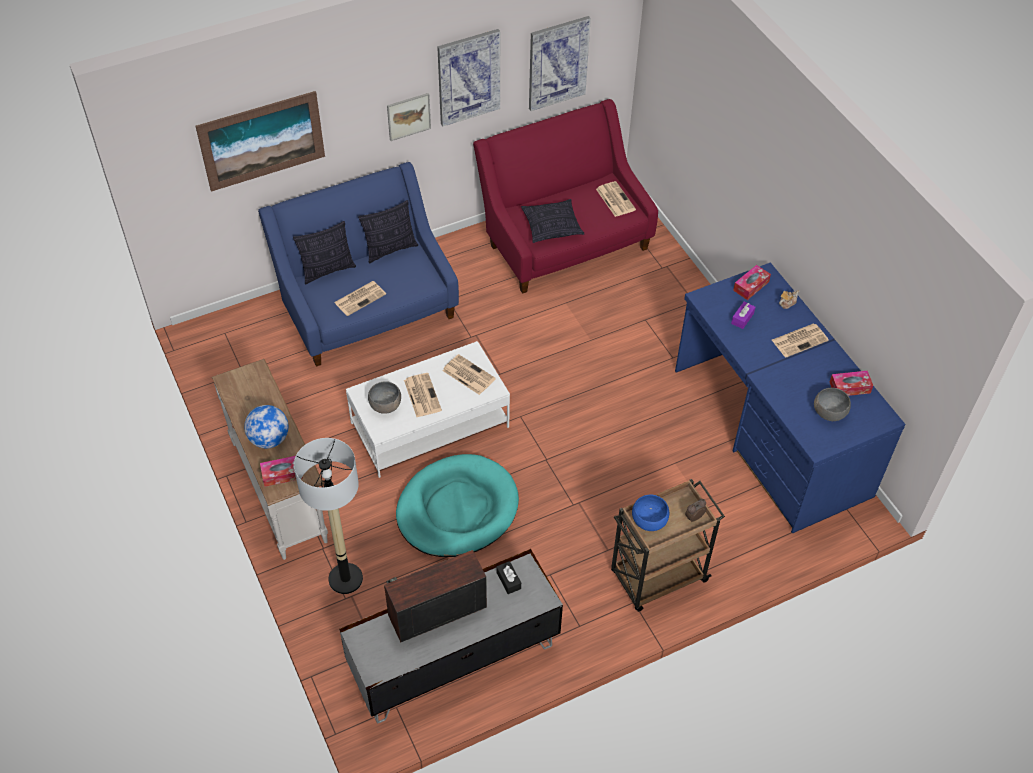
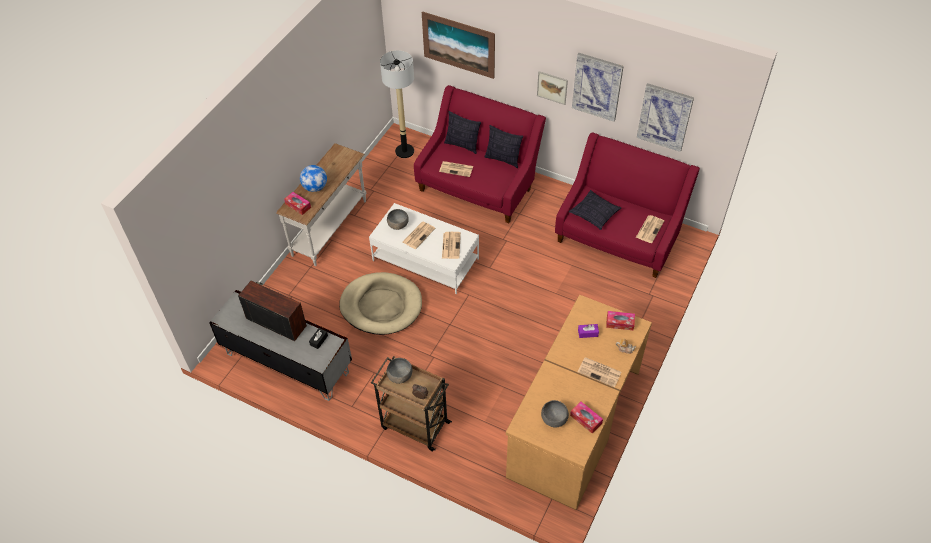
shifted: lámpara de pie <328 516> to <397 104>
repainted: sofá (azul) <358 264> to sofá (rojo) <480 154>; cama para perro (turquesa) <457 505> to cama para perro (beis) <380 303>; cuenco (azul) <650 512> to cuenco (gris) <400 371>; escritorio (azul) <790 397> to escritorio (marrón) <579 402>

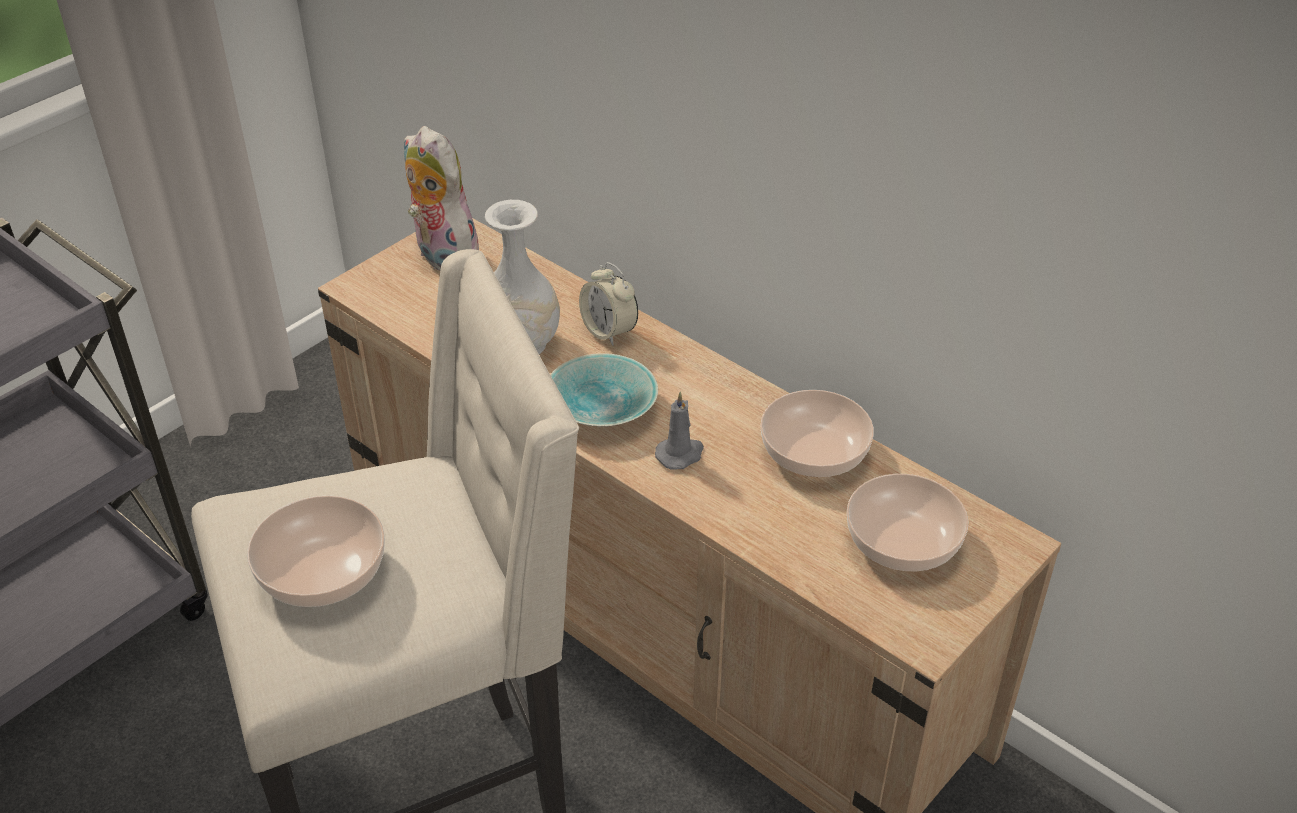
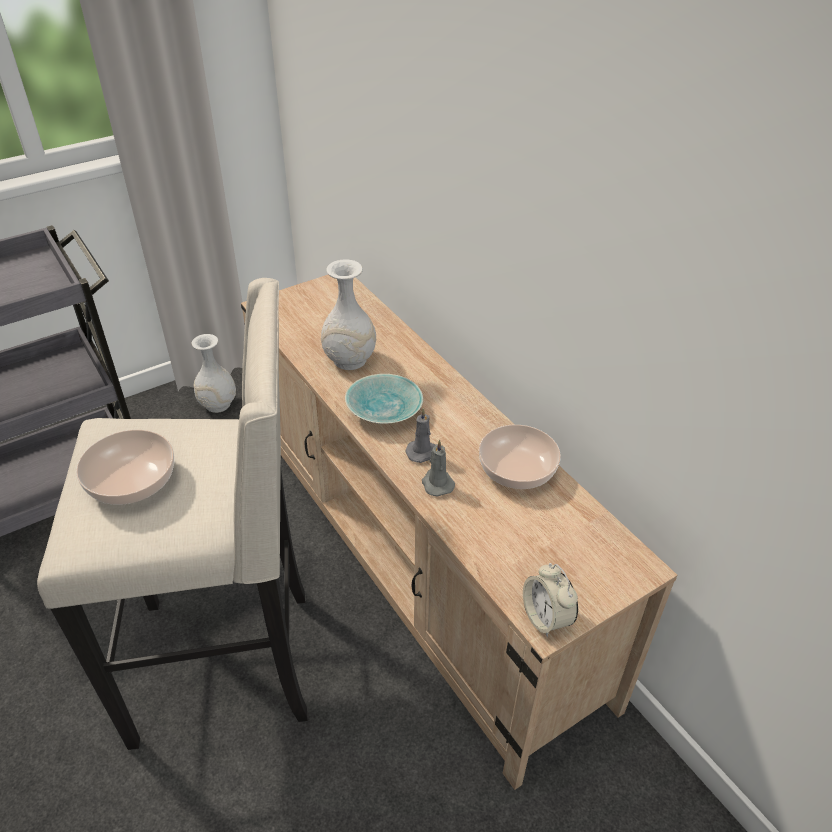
gone: peluche <441 198>; cuenco <908 522>
new: florero (blanco) <214 373>; vela (gris) <438 468>
shifted: despertador <608 304> to <550 600>

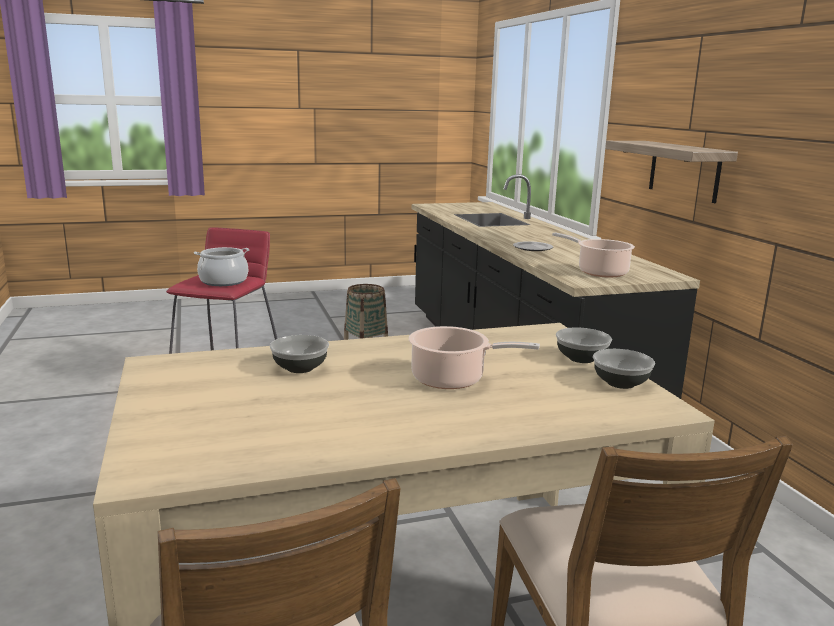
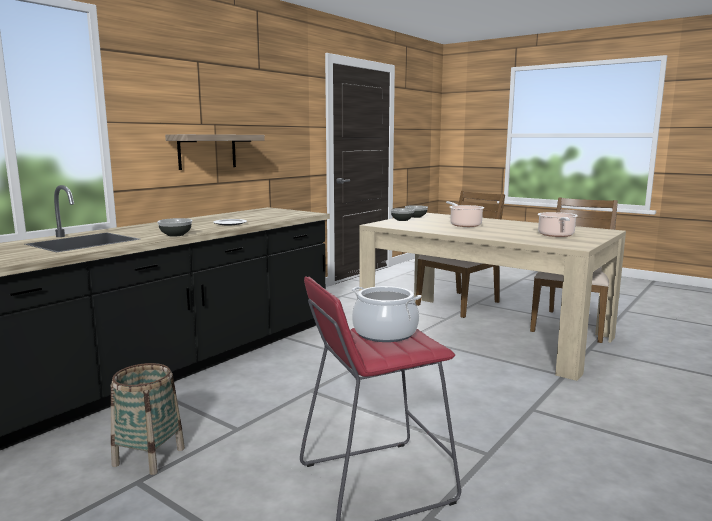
shifted: cuenco <299 354> to <174 227>; olla <593 255> to <558 224>

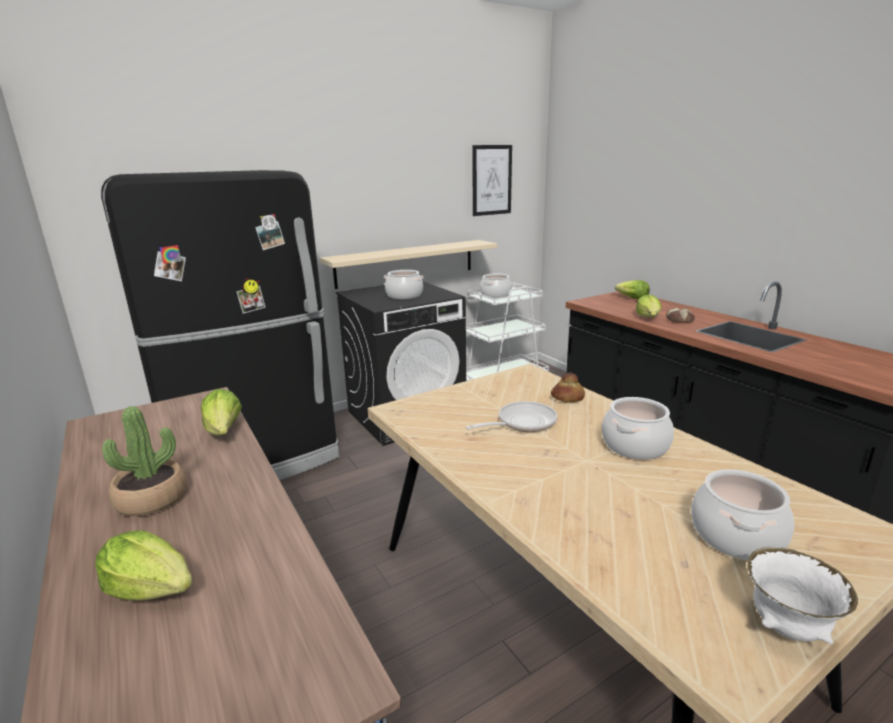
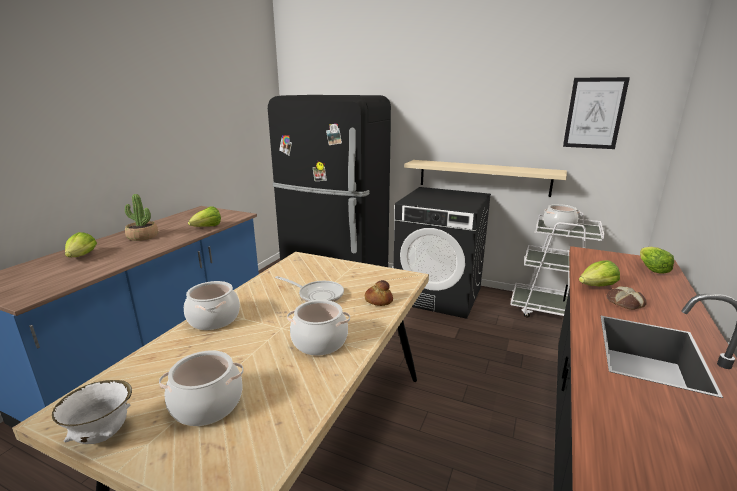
shifted: olla <404 284> to <212 305>

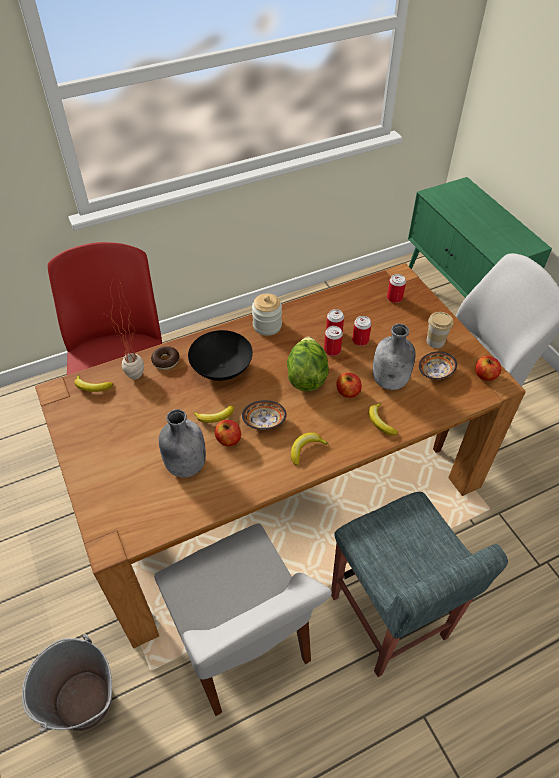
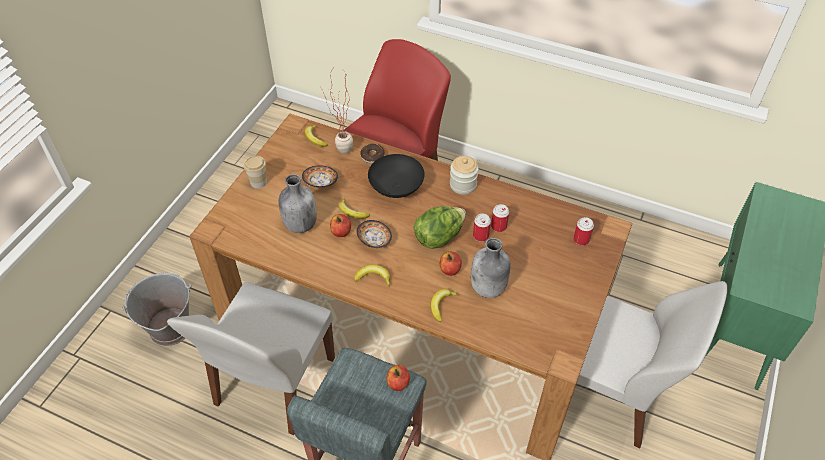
gone: lata <362 331>
shifted: cuenco <438 365> to <320 176>; taza <440 330> to <255 172>; manzana <488 368> to <398 378>

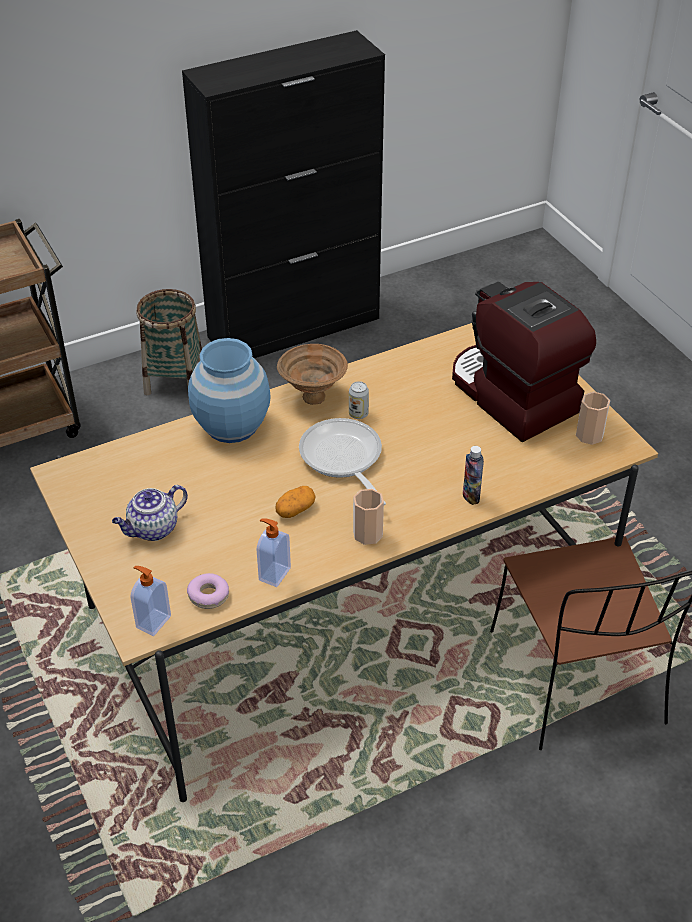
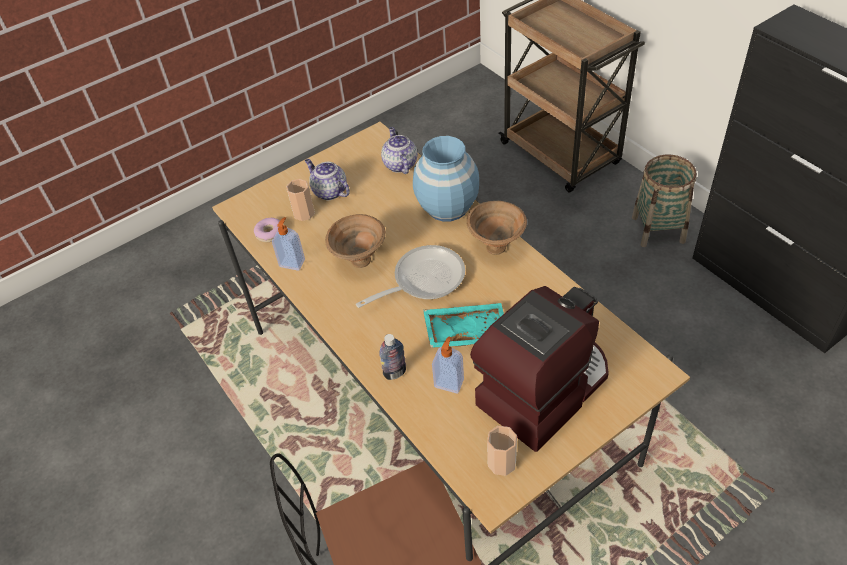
gone: lata <359 400>
new: tetera <399 150>; bandeja (turquesa) <463 325>
shifted: dispensador de jabón <151 601> to <448 365>; taza <368 517> to <300 200>
swapped: patata <296 502> to cuenco (marrón) <355 241>

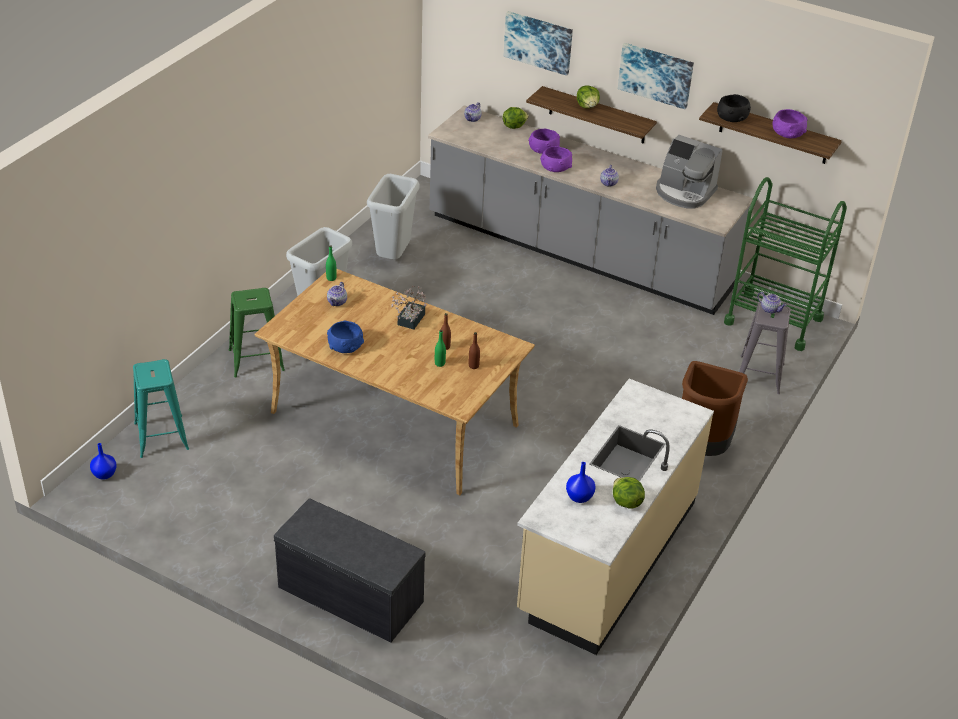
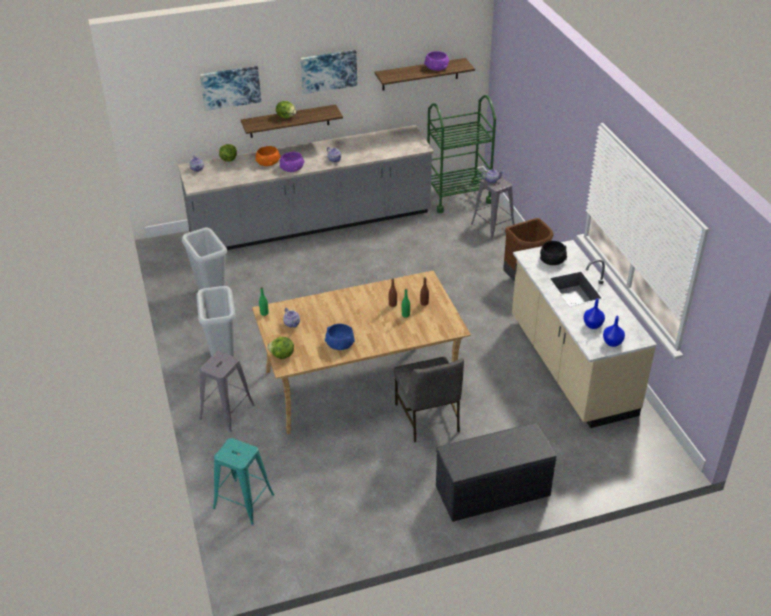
gone: planta en maceta <408 308>; cafetera <689 171>
new: silla (gris) <429 400>
shifted: florero (azul) <103 461> to <614 331>; lechuga <629 493> to <280 348>; cuenco (negro) <734 108> to <553 253>
repainted: taburete (verde) <257 332> to taburete (gris) <227 391>; cuenco (morado) <544 141> to cuenco (naranja) <268 156>

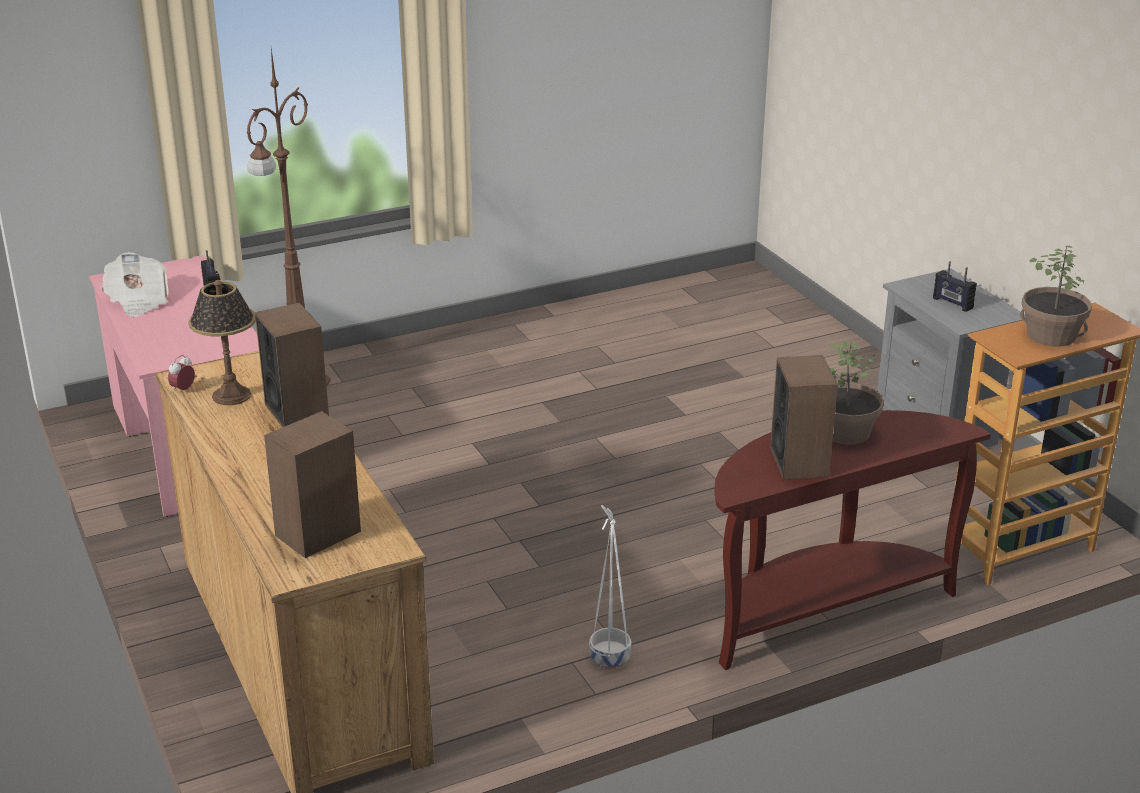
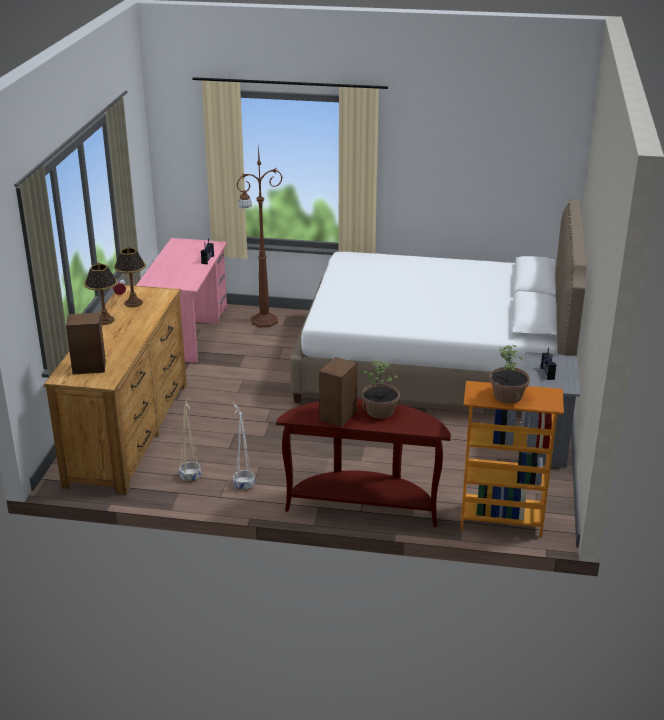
gone: periódico <134 284>; altavoz <292 365>
new: lámpara de mesa <100 294>; maceta (beis) <190 439>; cama (blanco) <438 304>

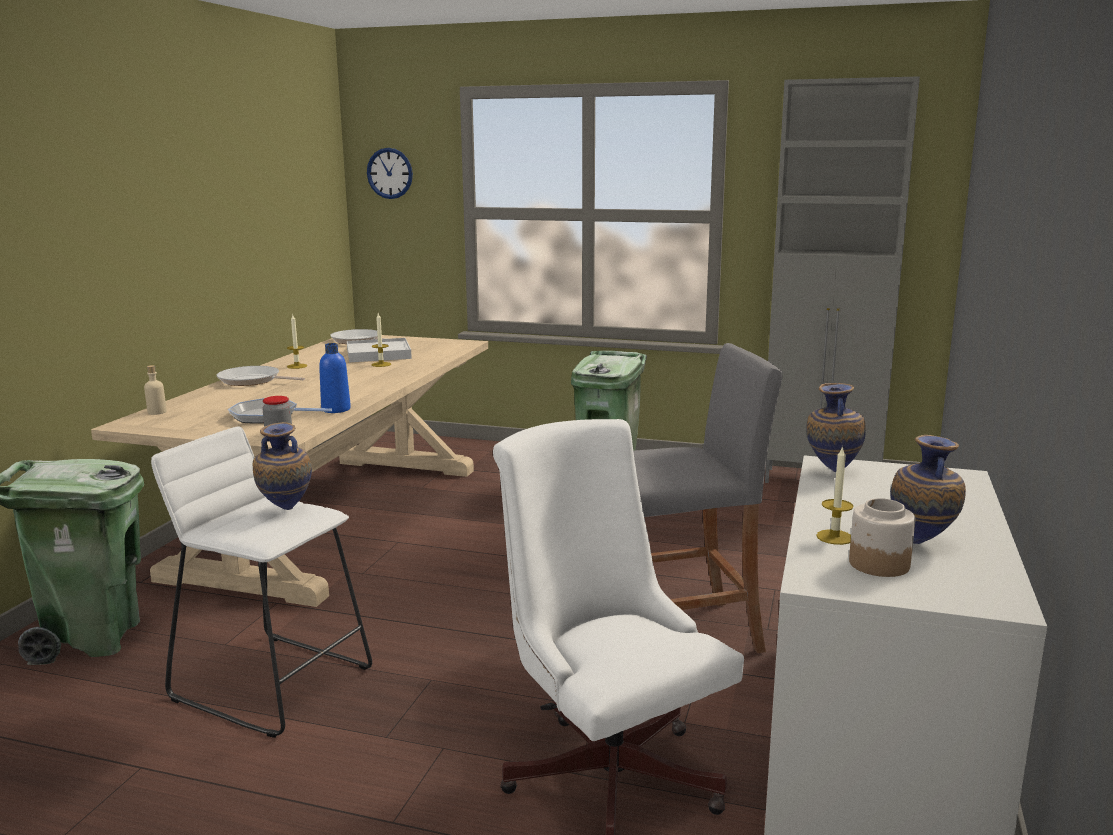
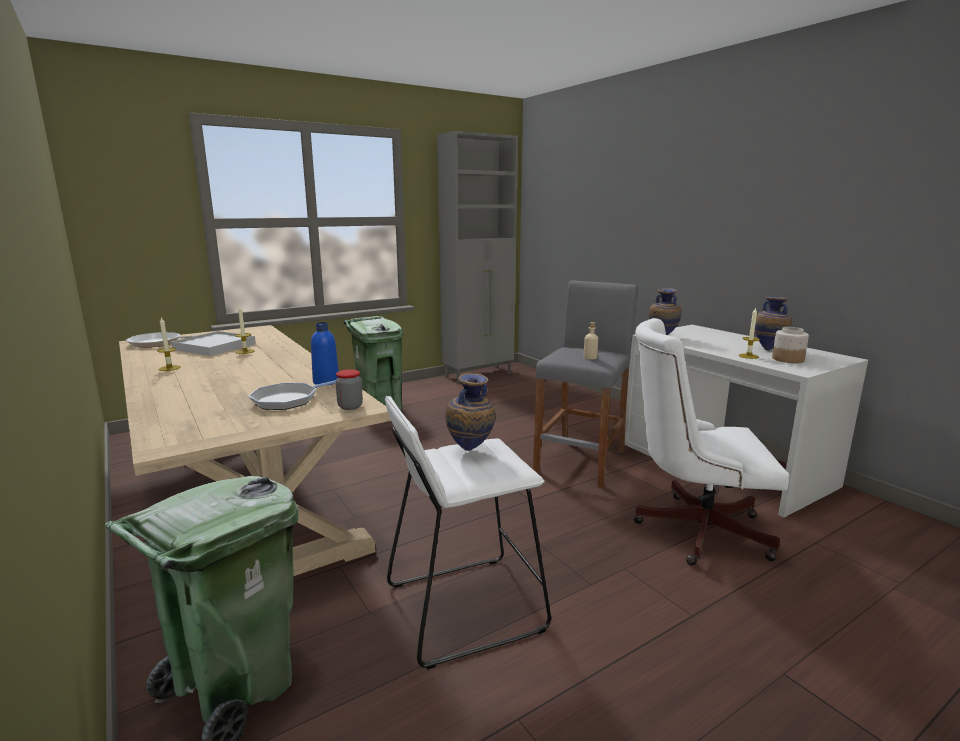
gone: sartén <261 376>; reloj de pared <390 173>
shifted: botella (beis) <155 390> to <591 340>

